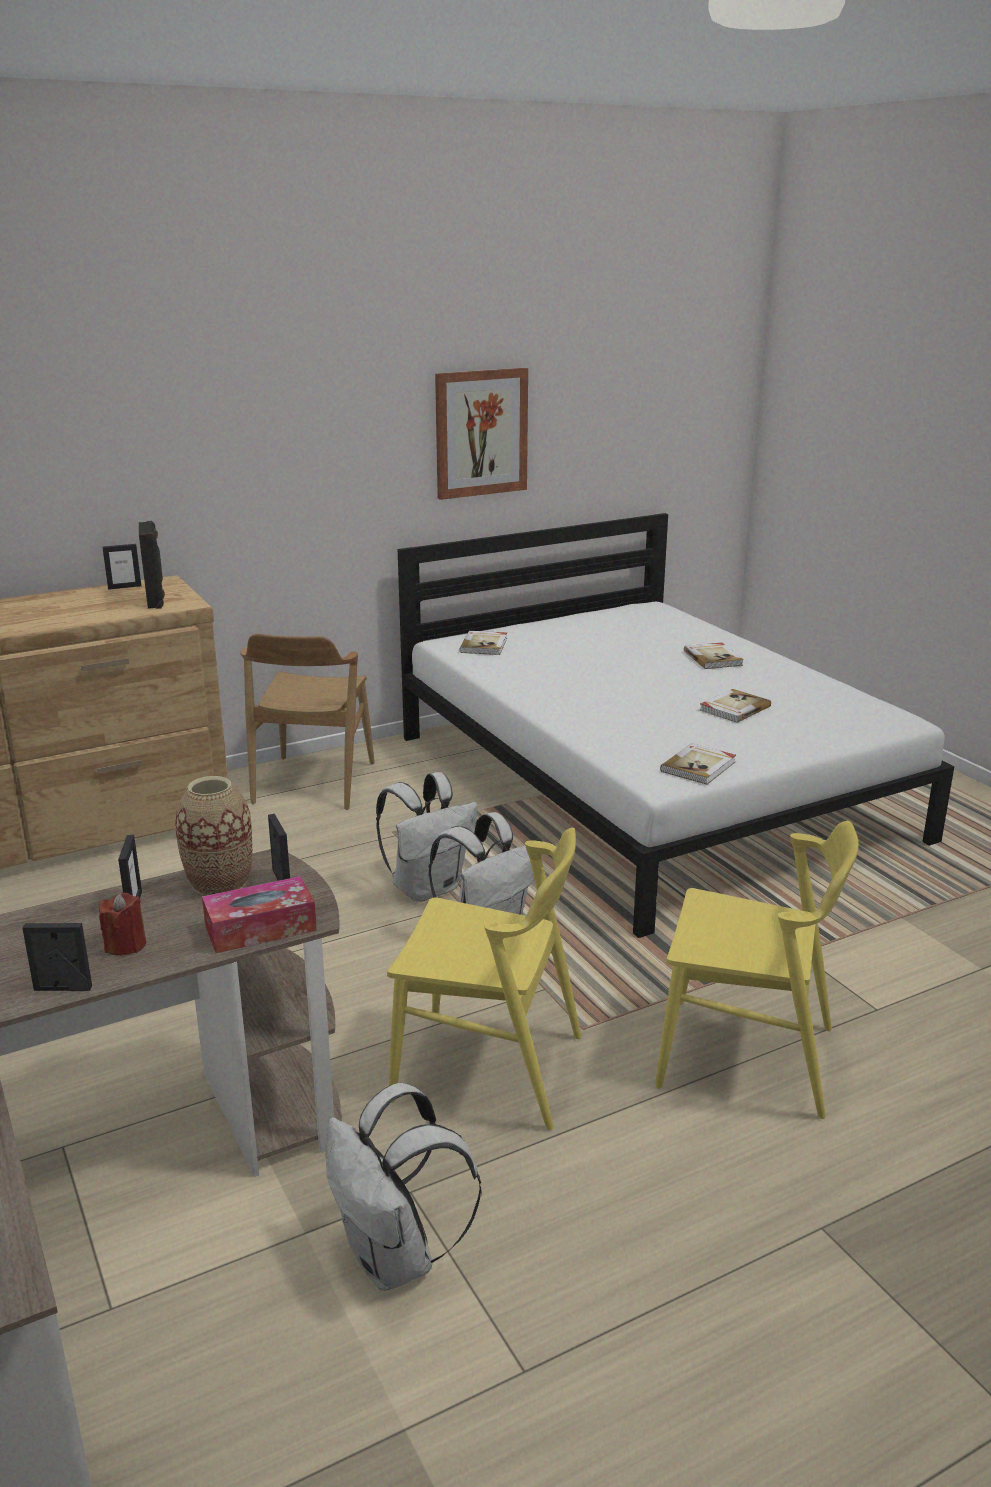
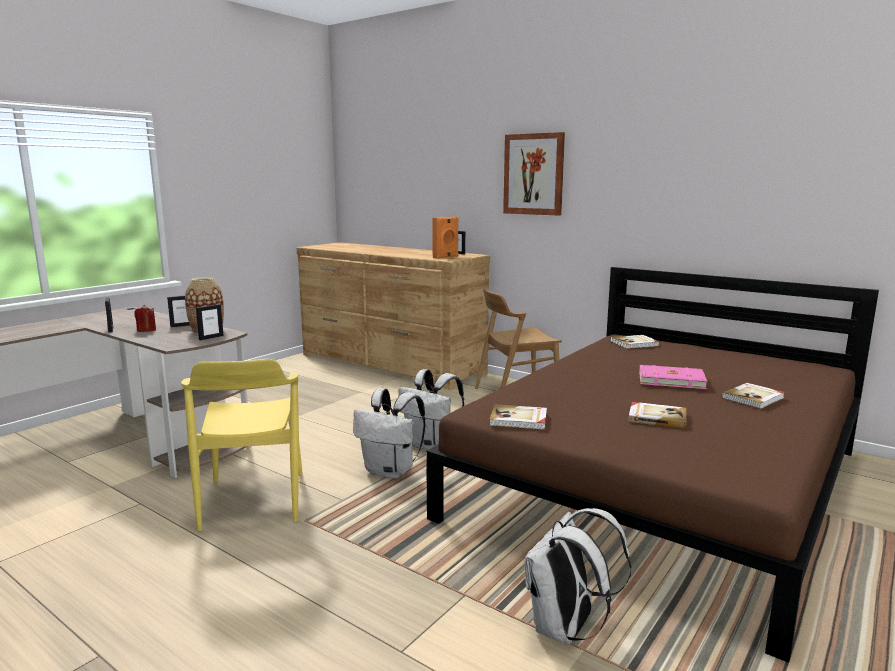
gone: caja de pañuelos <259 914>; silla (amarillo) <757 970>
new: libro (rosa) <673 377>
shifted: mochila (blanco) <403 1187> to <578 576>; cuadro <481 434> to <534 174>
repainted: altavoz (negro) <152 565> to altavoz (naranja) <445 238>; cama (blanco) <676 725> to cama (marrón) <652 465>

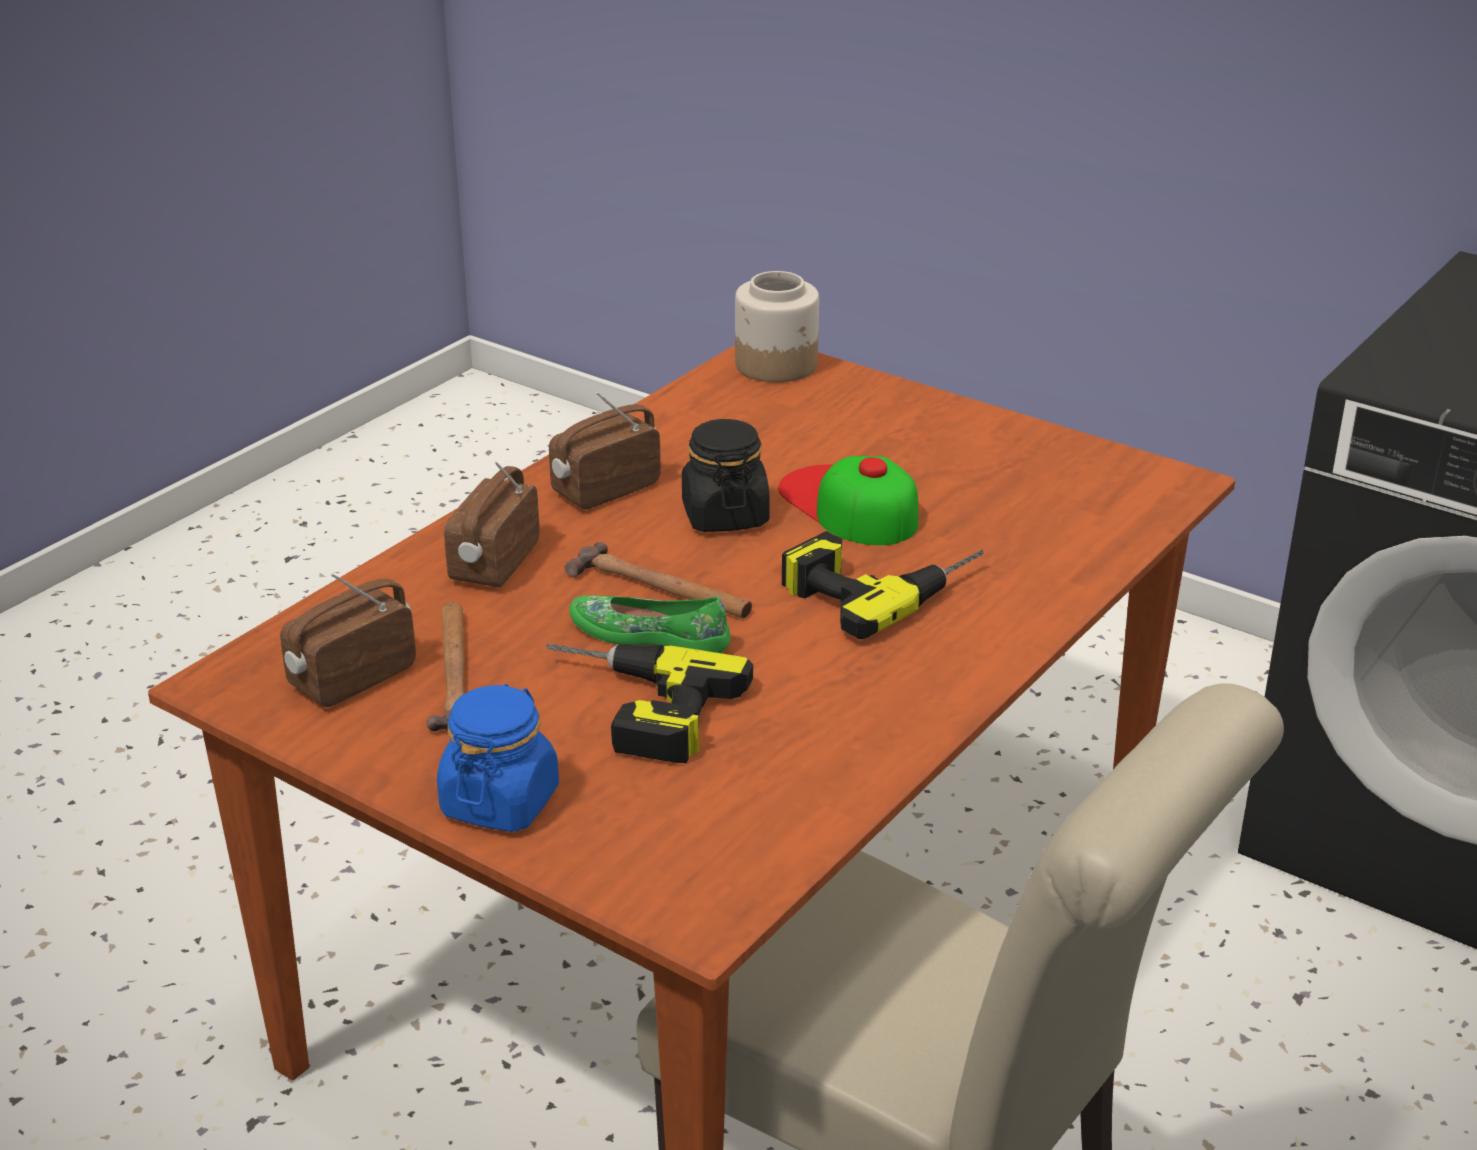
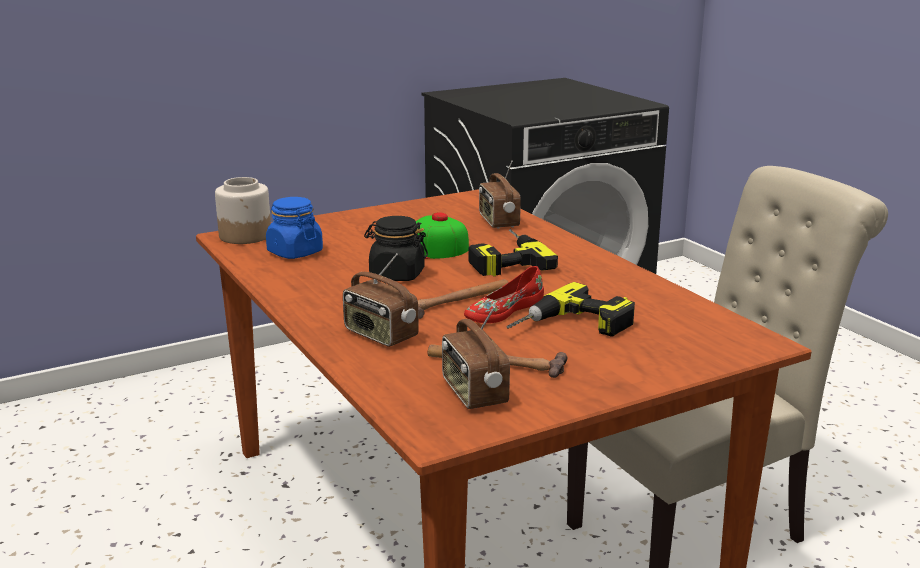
shifted: tarro (azul) <498 758> to <294 228>; radio <605 451> to <500 194>
repainted: zapato (verde) <650 624> to zapato (rojo) <504 294>

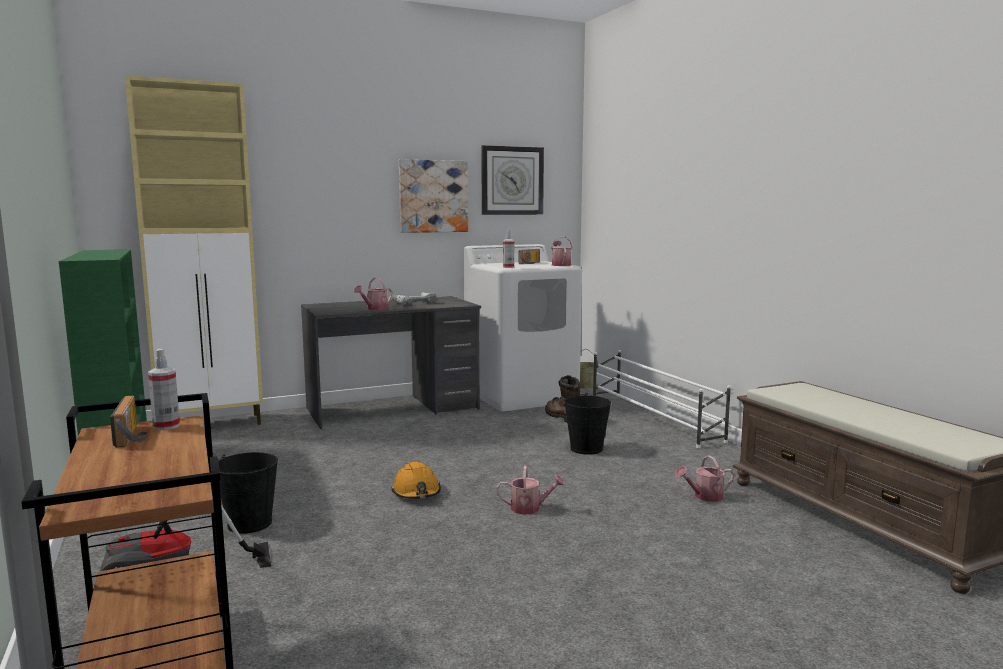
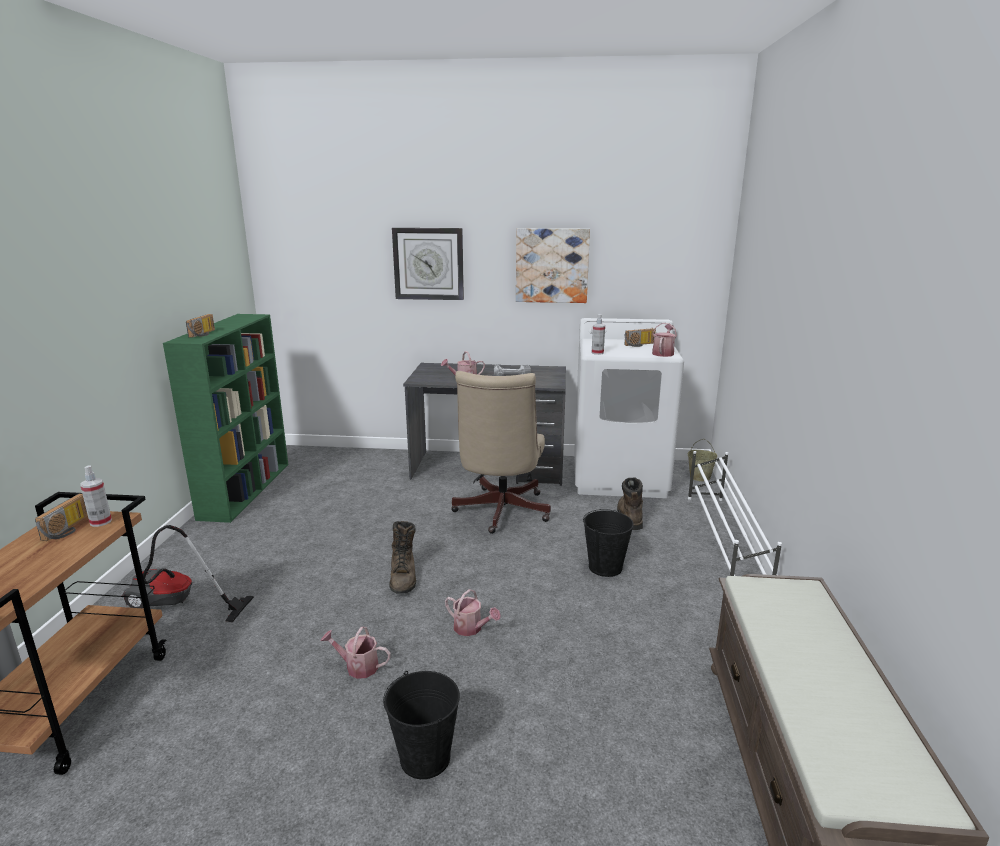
gone: armario (beis) <194 250>
new: radio <200 326>; silla de oficina (beis) <501 452>
shifted: cubo (negro) <248 493> to <421 725>; reloj de pared <512 180> to <428 264>; regadera <704 478> to <356 653>
swapped: casco (naranja) <416 480> to bota (marrón) <403 557>

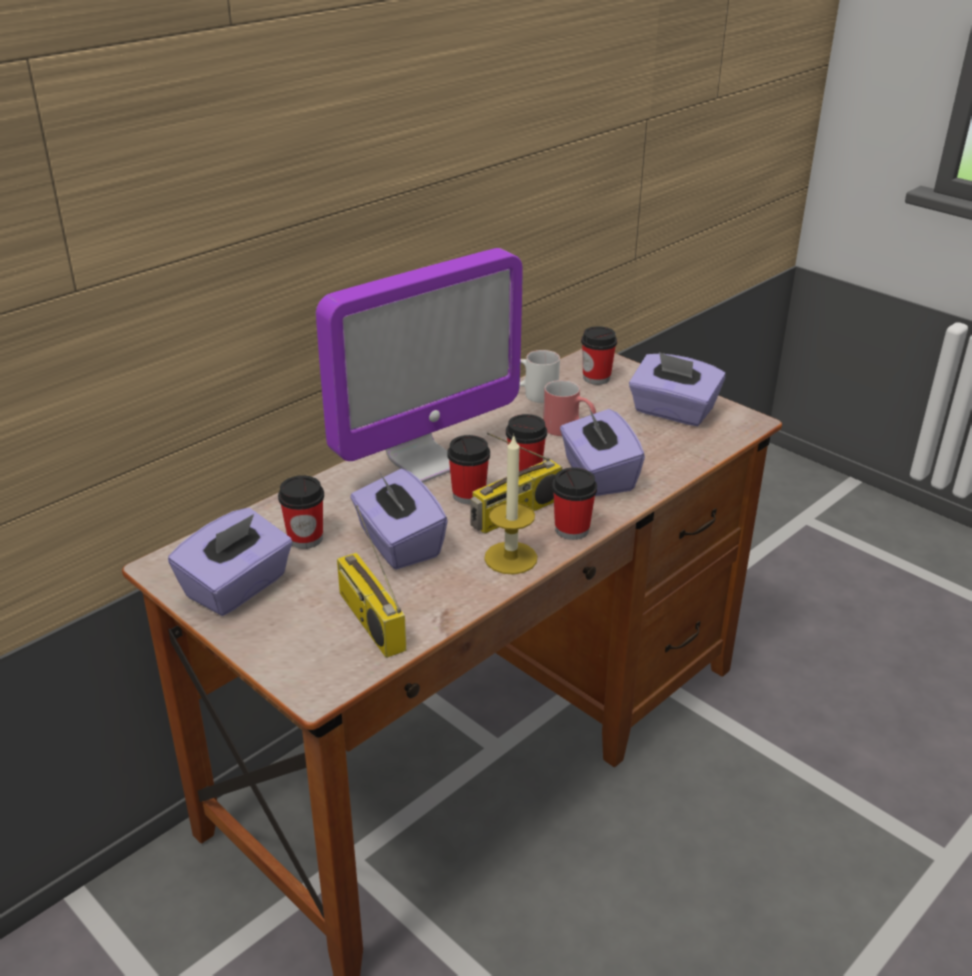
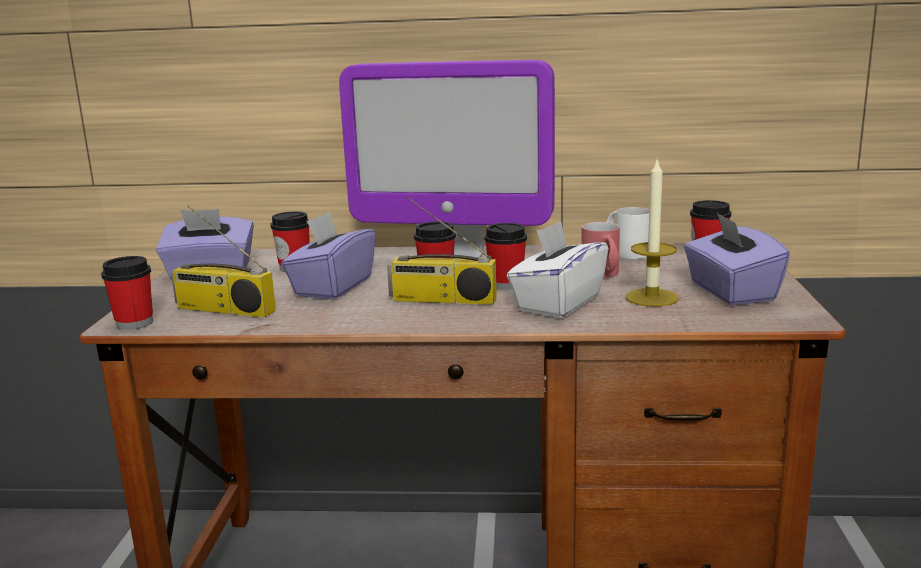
shifted: vela <510 504> to <652 232>; taza <574 504> to <127 293>
repainted: caja de pañuelos (morado) <602 451> to caja de pañuelos (blanco) <558 269>
rotated: radio <371 581> = <223 261> 90 degrees counterclockwise

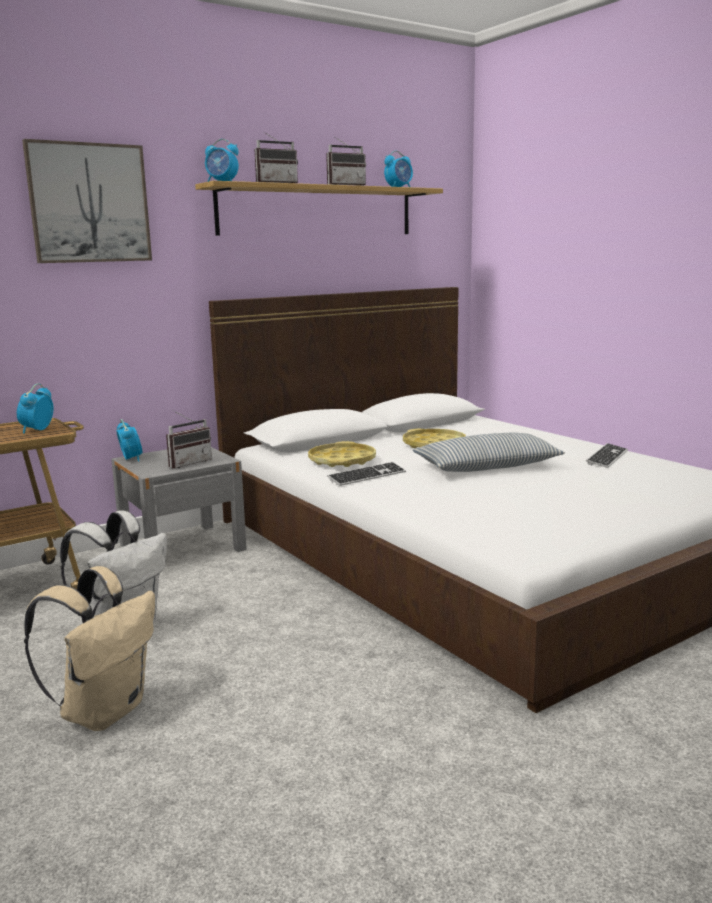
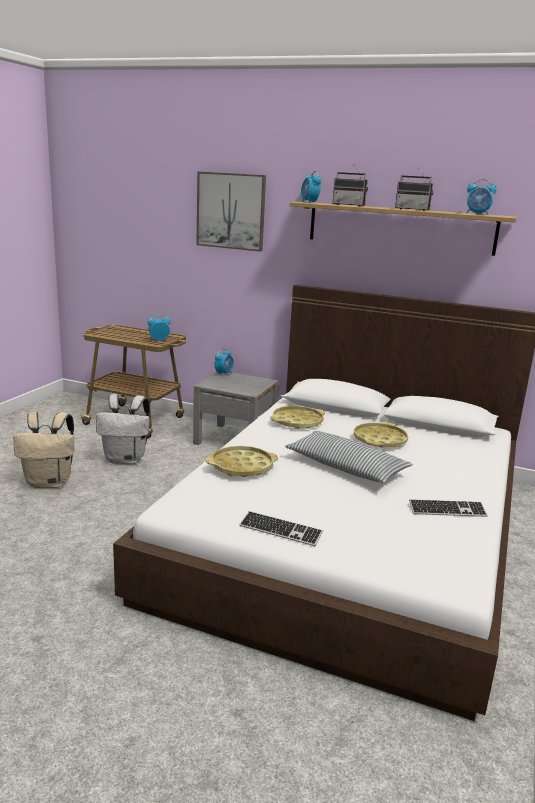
gone: radio <189 439>
new: bandeja (amarillo) <242 461>
shifted: teclado <366 474> to <281 528>

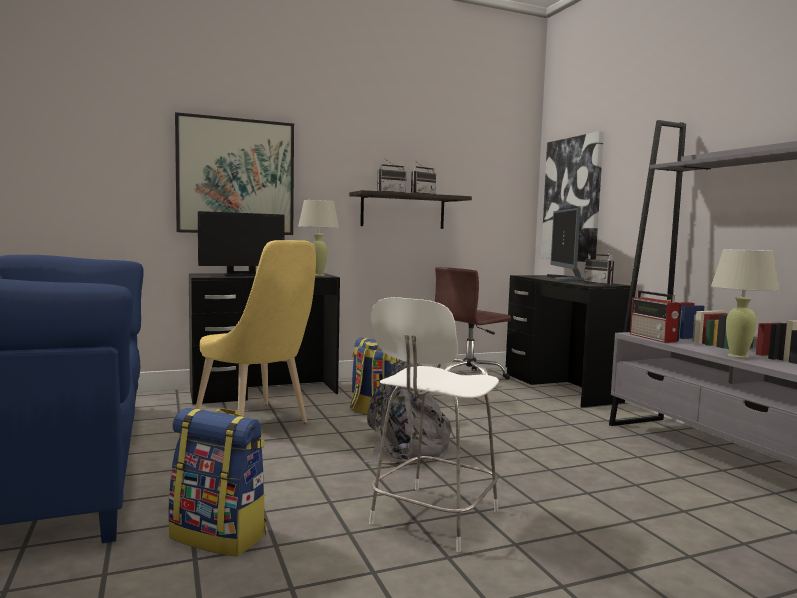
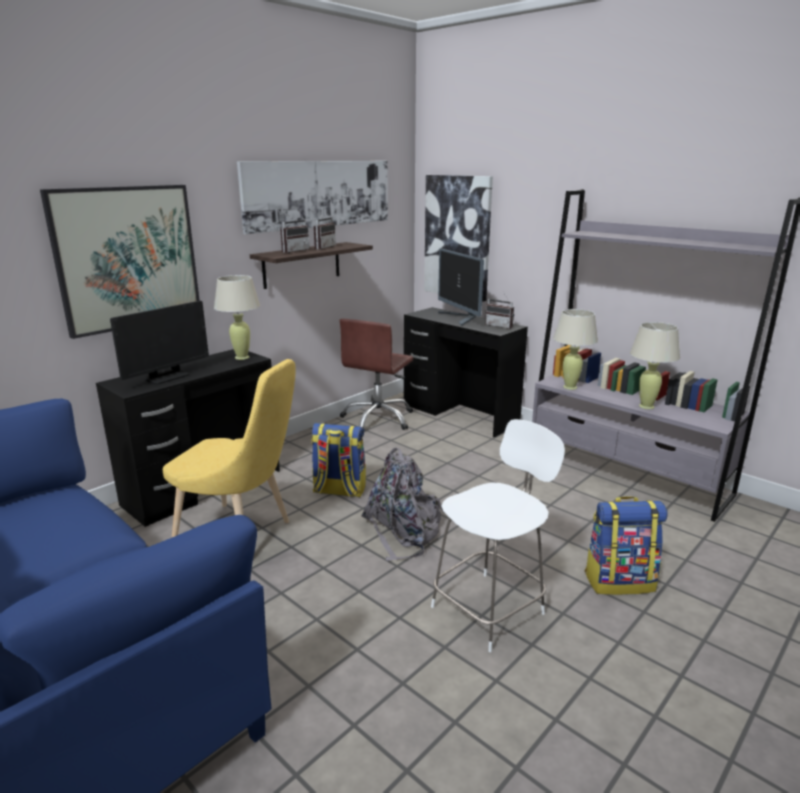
new: cuadro <312 197>
shifted: mochila <217 482> to <626 545>
swapped: radio <656 316> to lámpara de mesa (beis) <575 349>
rotated: silla (blanco) <434 424> = <498 535> 135 degrees counterclockwise

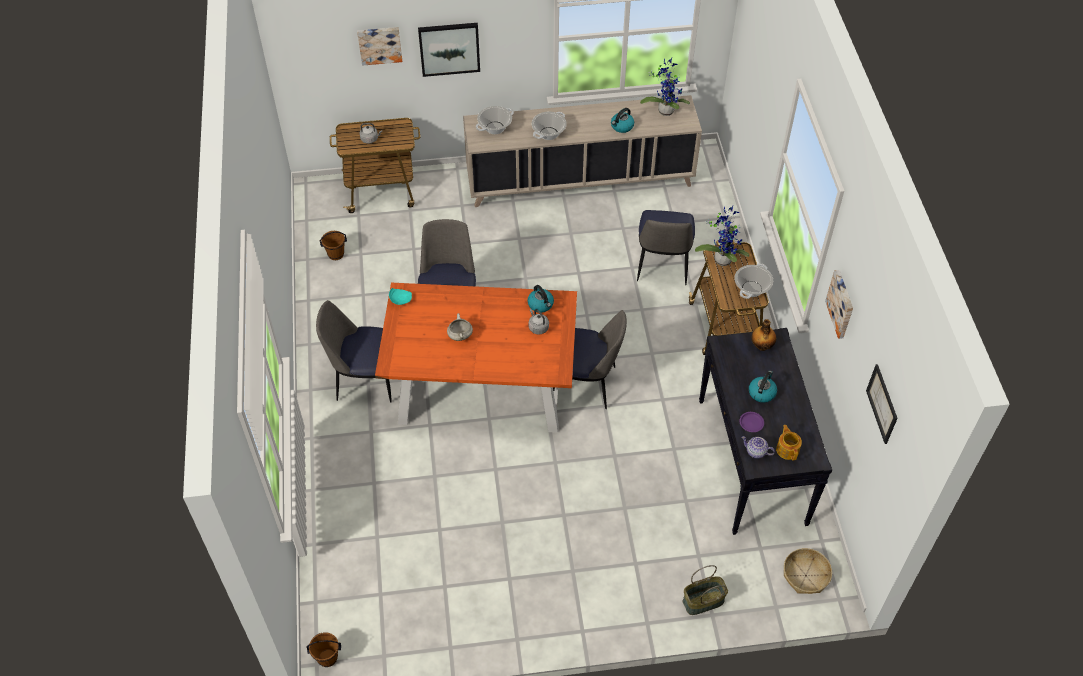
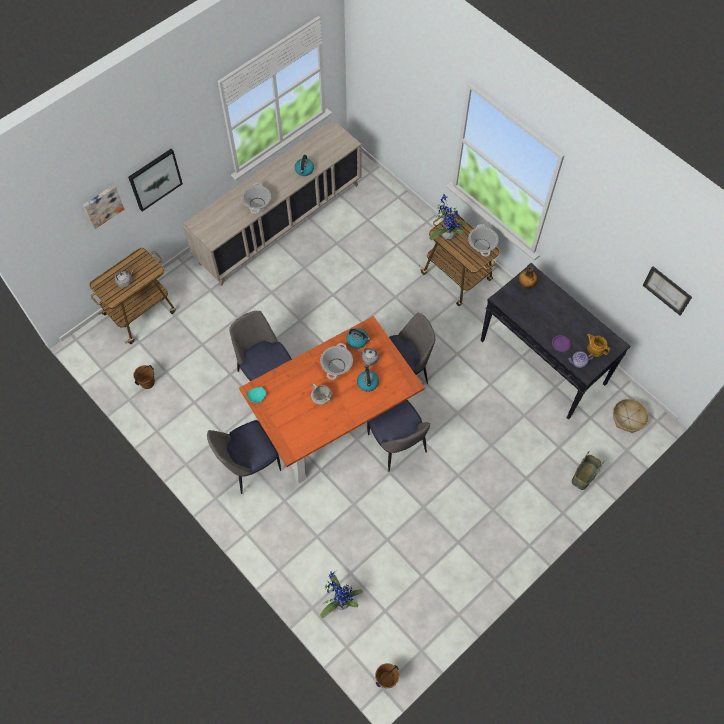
gone: cuadro <839 304>
shifted: olla <495 120> to <336 361>; silla <666 247> to <398 436>; planta en maceta <665 87> to <341 594>; hervidor <763 387> to <368 378>

